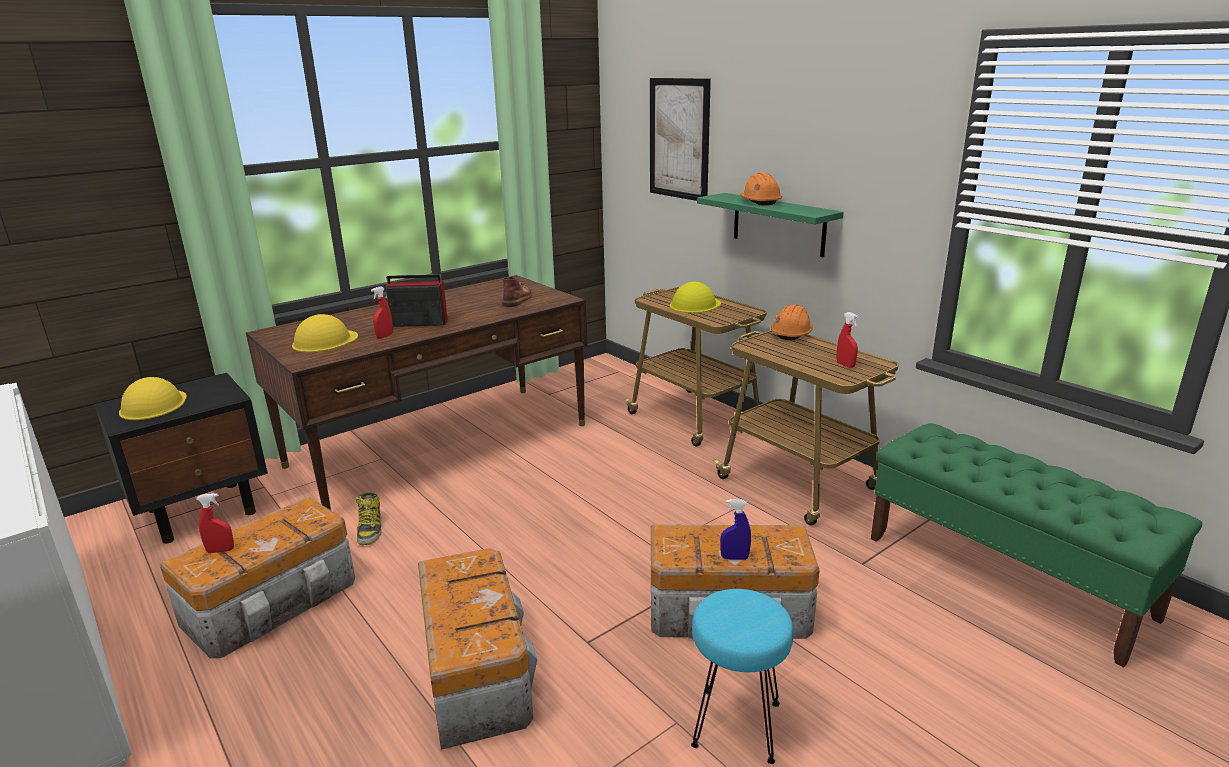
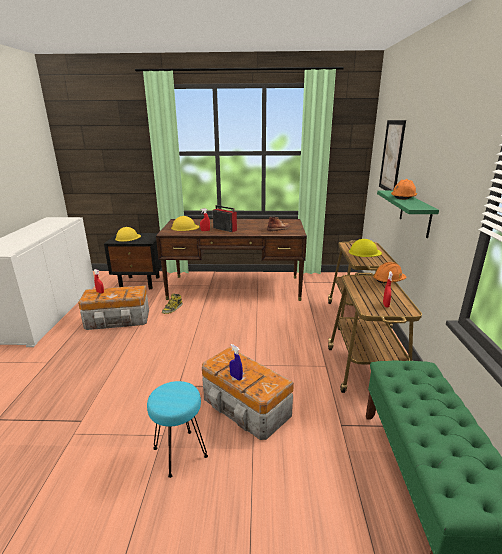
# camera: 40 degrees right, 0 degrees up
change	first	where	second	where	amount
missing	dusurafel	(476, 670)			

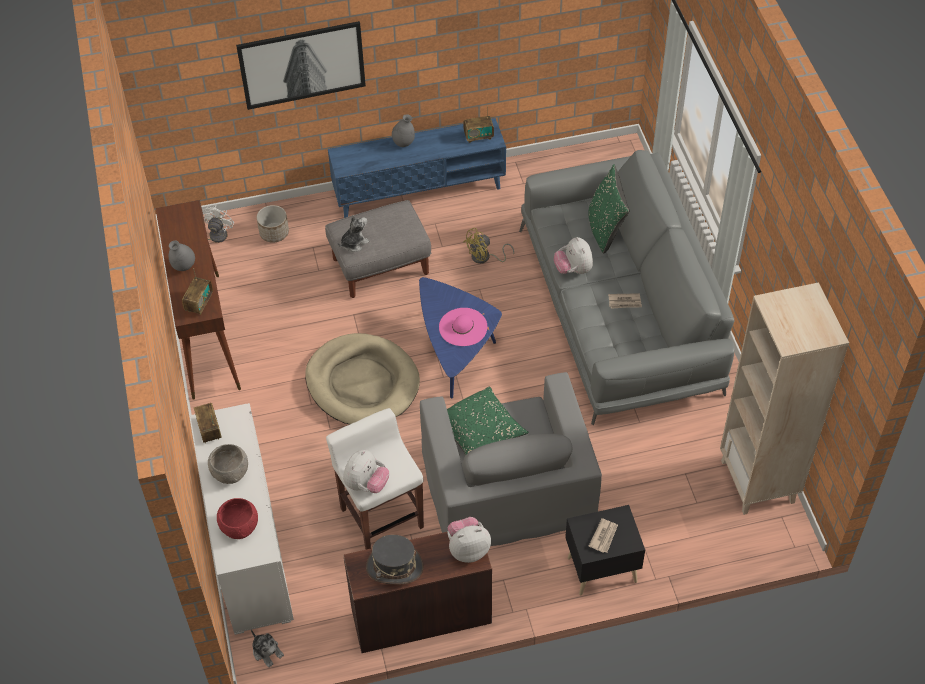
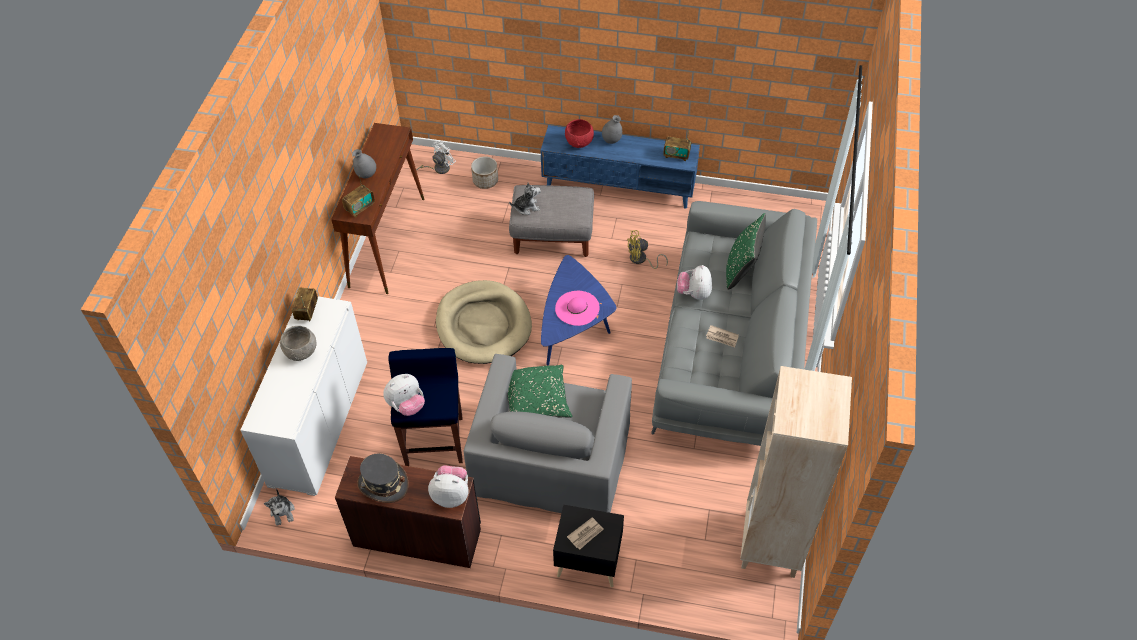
# camera: 25 degrees right, 0 degrees up
change	first	where	second	where	amount
missing	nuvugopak	(302, 64)			
colour	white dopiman	(381, 516)	blue dopiman	(434, 440)	
relocated	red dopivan	(239, 527)		(578, 142)	

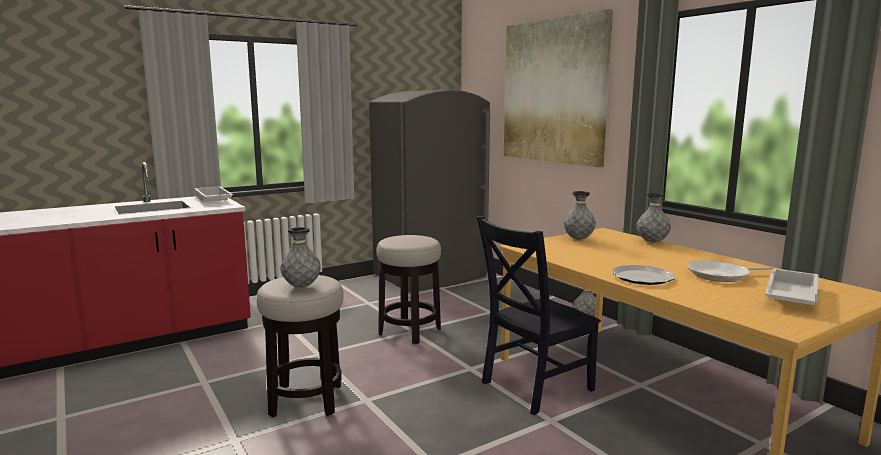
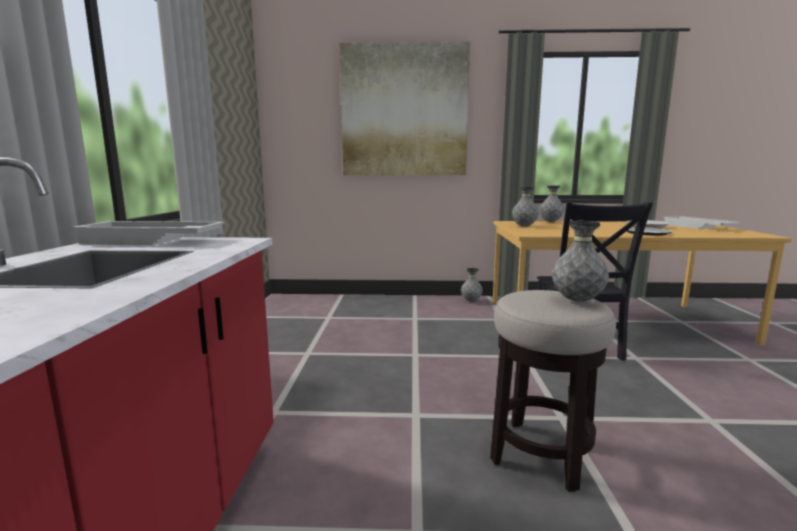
# camera: 55 degrees left, 0 degrees up
change	first	where	second	where	amount
missing	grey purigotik	(431, 277)			
missing	dopiman	(409, 331)			

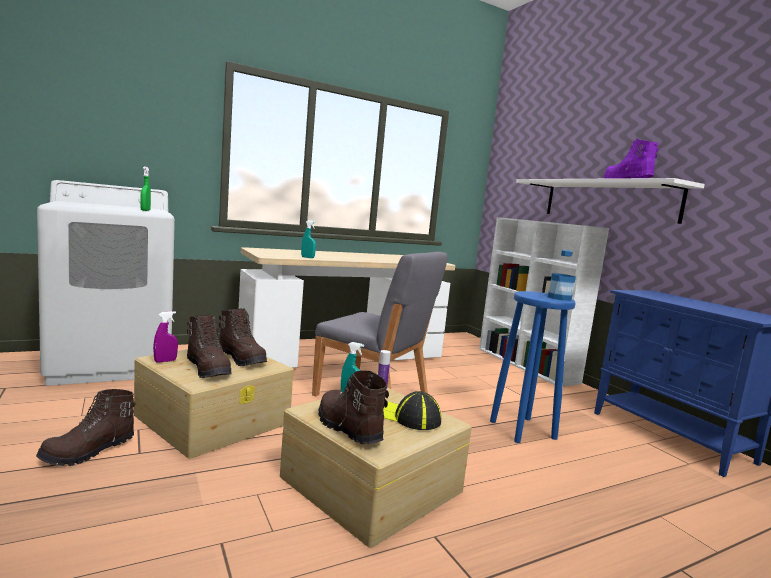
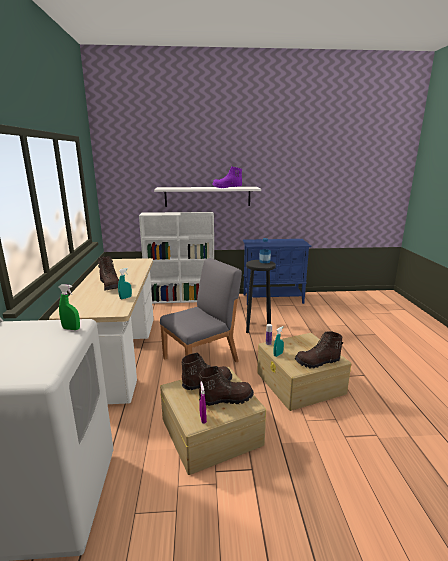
# camera: 65 degrees left, 10 degrees up
change	first	where	second	where	amount
colour	blue dopiman	(523, 430)	black dopiman	(258, 327)	
relocated	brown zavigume	(89, 452)		(110, 285)	
missing	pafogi	(407, 417)			

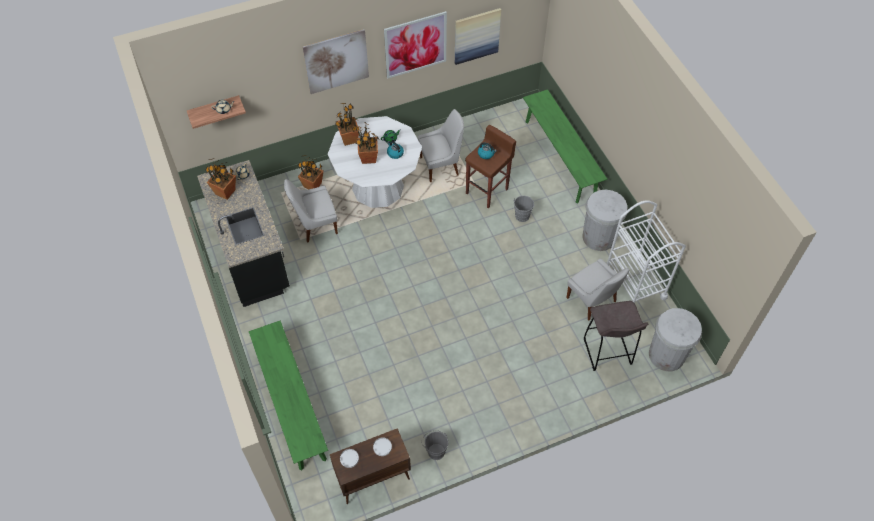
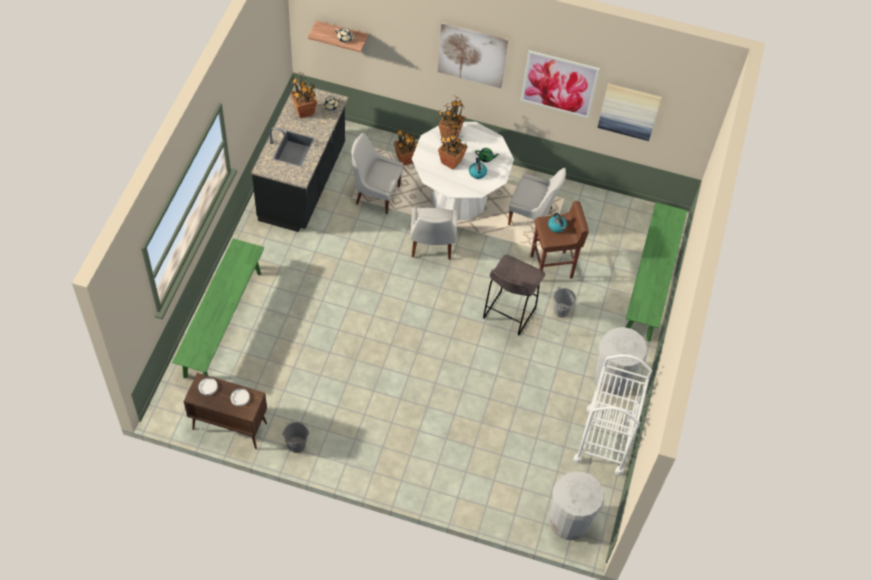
# camera: 35 degrees right, 0 degrees up
change	first	where	second	where	amount
relocated	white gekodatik	(592, 301)		(431, 246)	
relocated	grey dopiman	(607, 353)		(508, 314)	

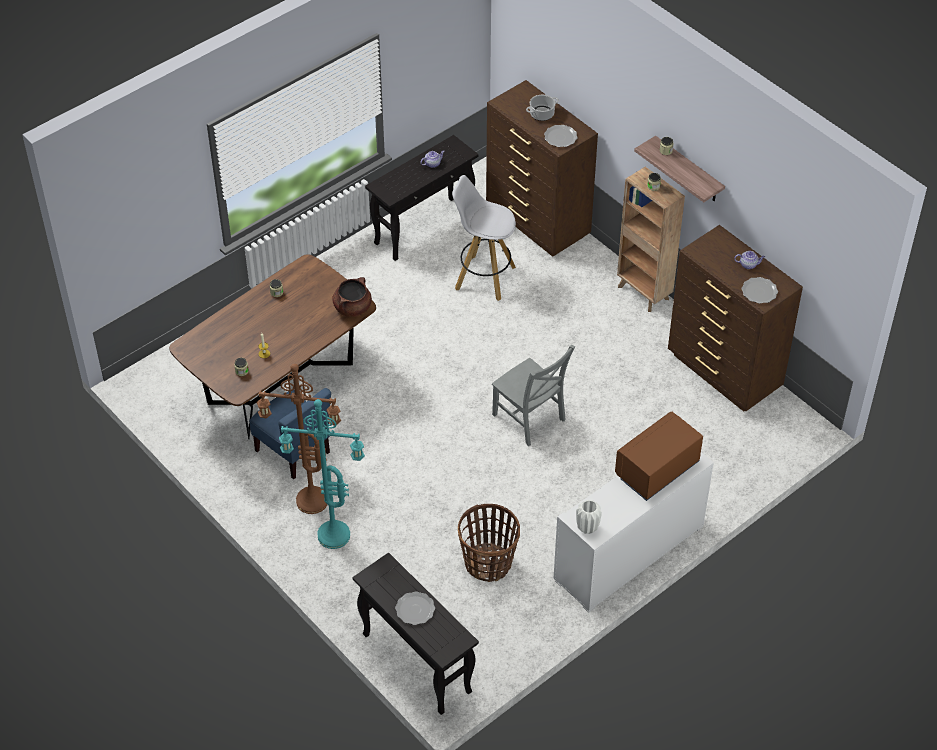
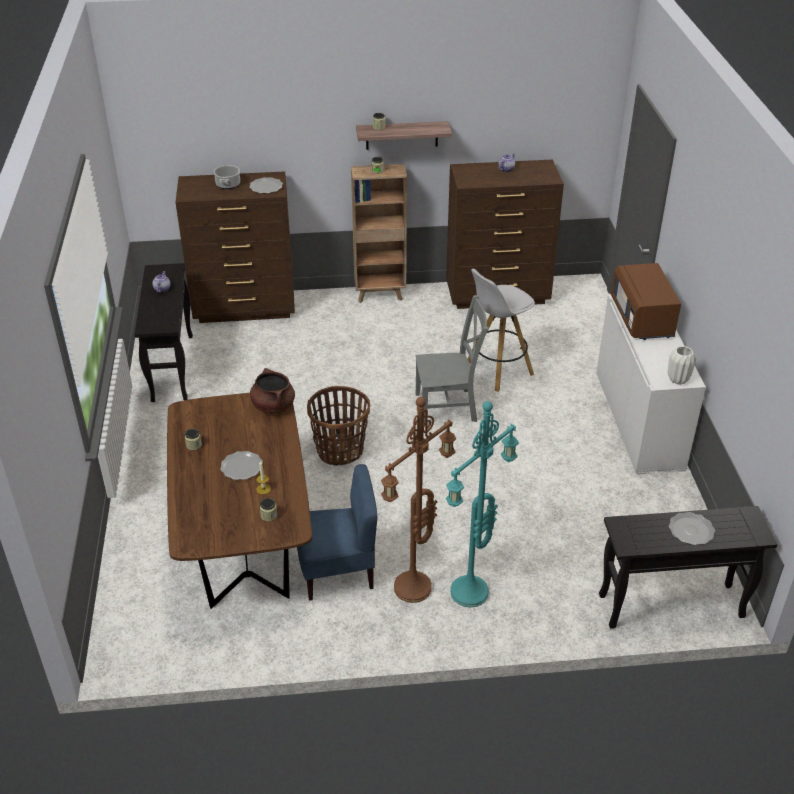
# camera: 55 degrees left, 10 degrees down
change	first	where	second	where	amount
relocated	white dopiman	(484, 277)		(497, 371)	
relocated	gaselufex	(759, 292)		(242, 467)	
relocated	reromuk	(488, 563)		(340, 451)	

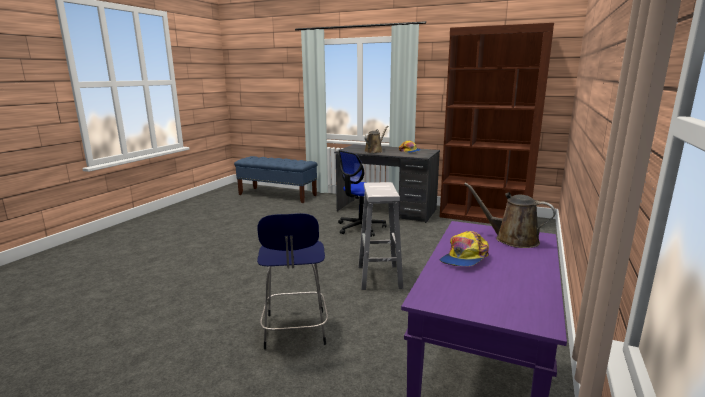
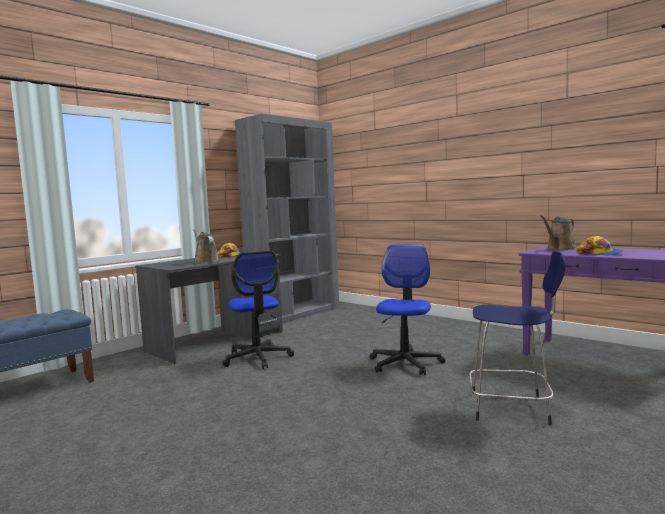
# camera: 70 degrees left, 10 degrees down
change	first	where	second	where	amount
colour	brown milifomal	(484, 217)	grey milifomal	(295, 313)	
exchanged	white dopiman	(379, 277)	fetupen	(405, 363)	

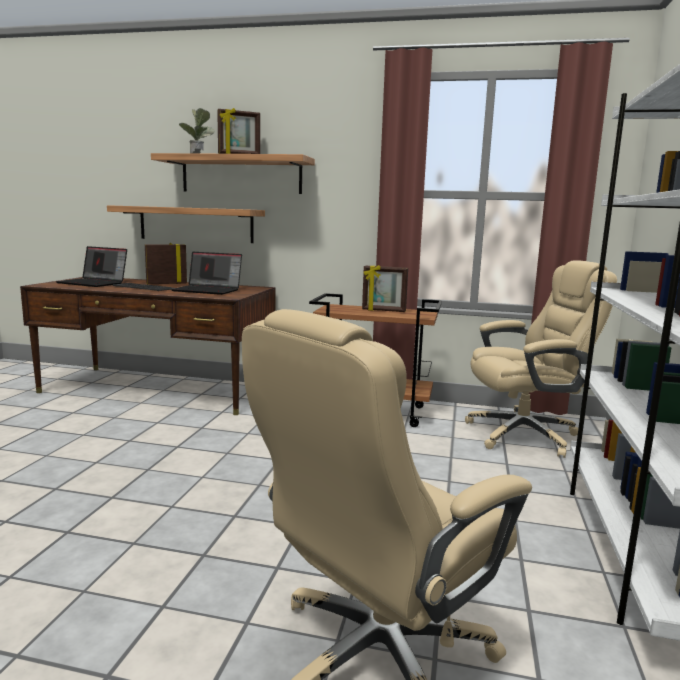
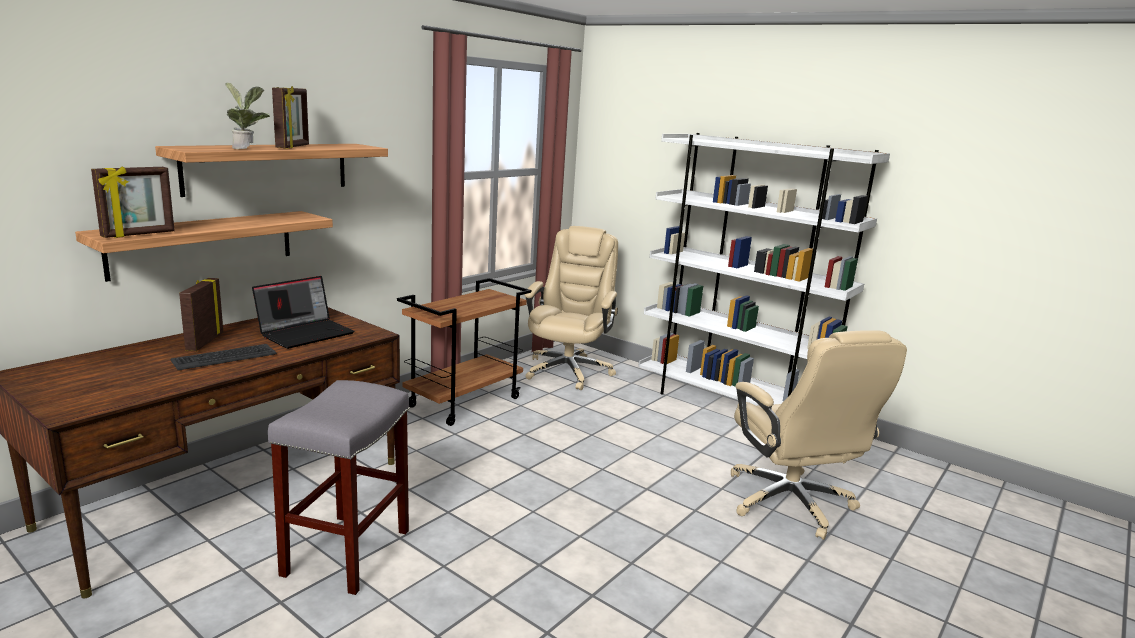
# camera: 65 degrees left, 5 degrees up
change	first	where	second	where	amount
missing	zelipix	(94, 283)			
relocated	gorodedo	(383, 311)		(139, 234)	
appeared			grey dopiman	(347, 553)	

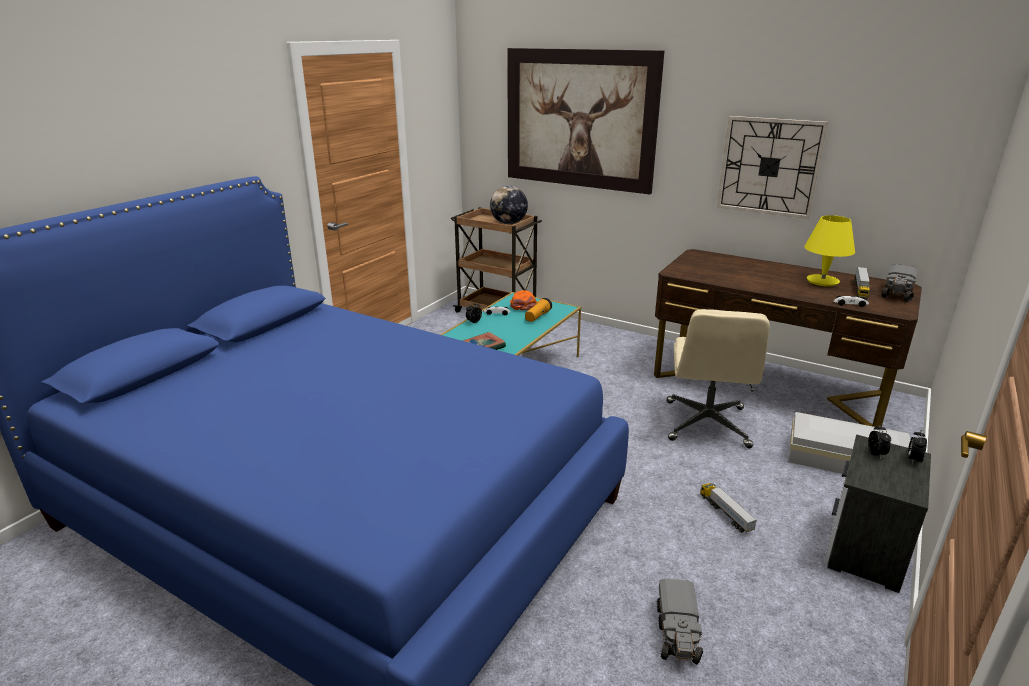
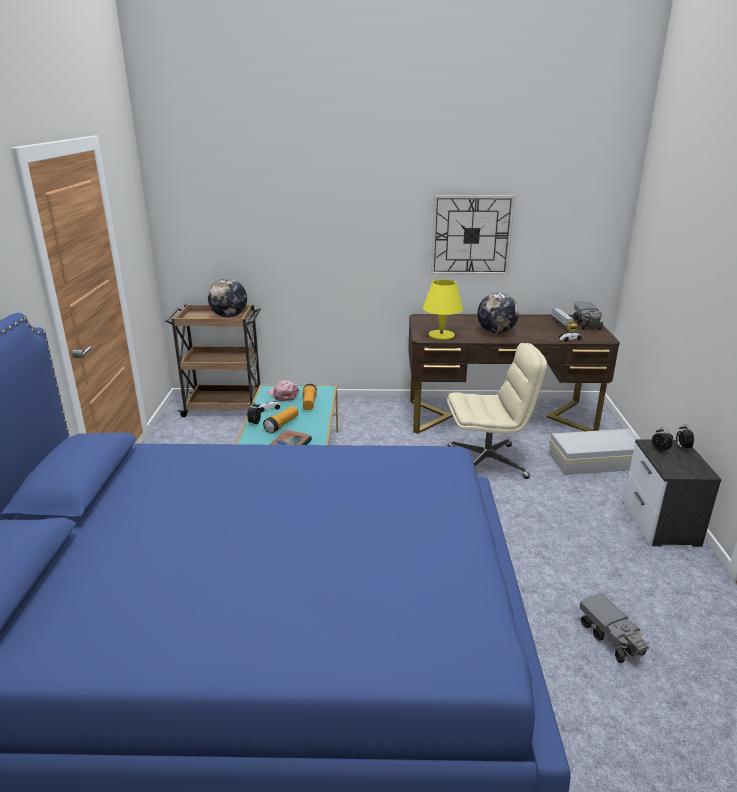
# camera: 30 degrees left, 0 degrees up
change	first	where	second	where	amount
missing	nuvugopak	(579, 119)			
relocated	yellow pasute	(822, 281)		(441, 336)	
colour	orange pafogi	(522, 305)	pink pafogi	(283, 395)	
spun	beige fetupen	(707, 425)		(487, 463)	75 degrees counterclockwise
missing	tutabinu	(725, 513)			
appeared			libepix	(496, 332)	
appeared			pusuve	(282, 425)	

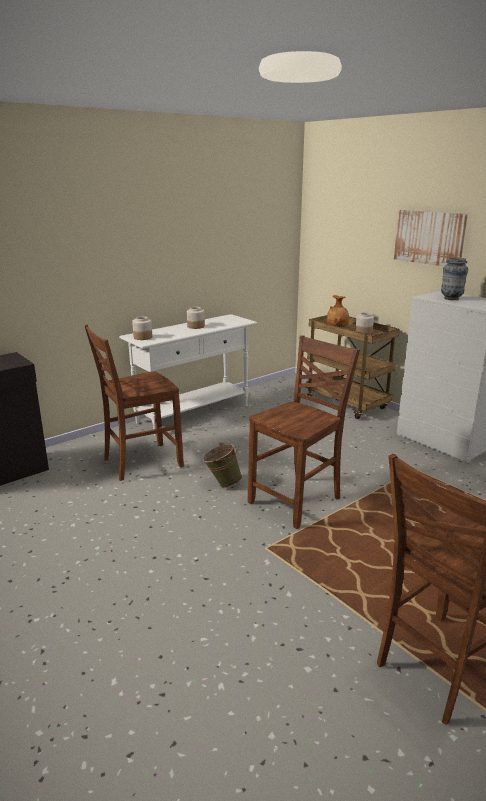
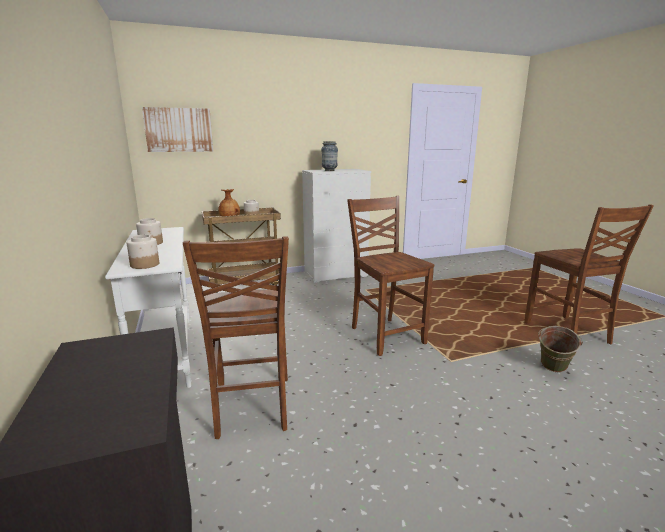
# camera: 70 degrees left, 5 degrees down
change	first	where	second	where	amount
relocated	nuvugopak	(429, 237)		(179, 130)	
relocated	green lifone	(222, 483)		(553, 370)	

